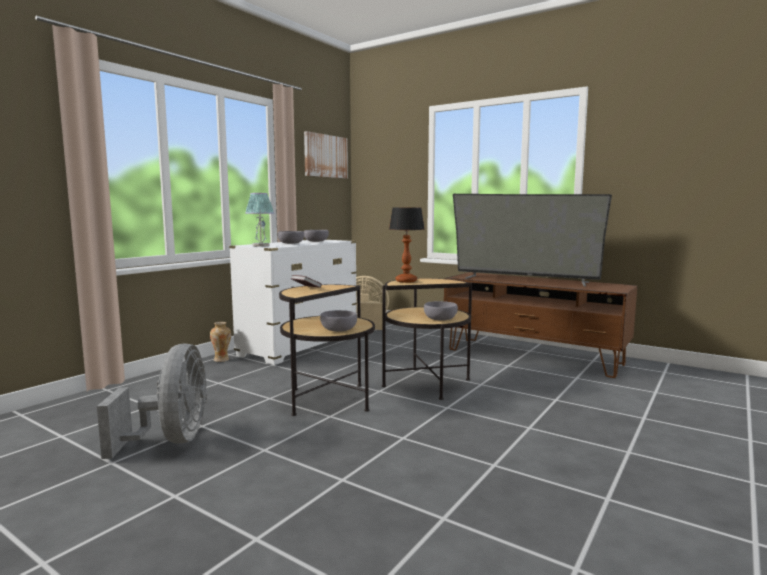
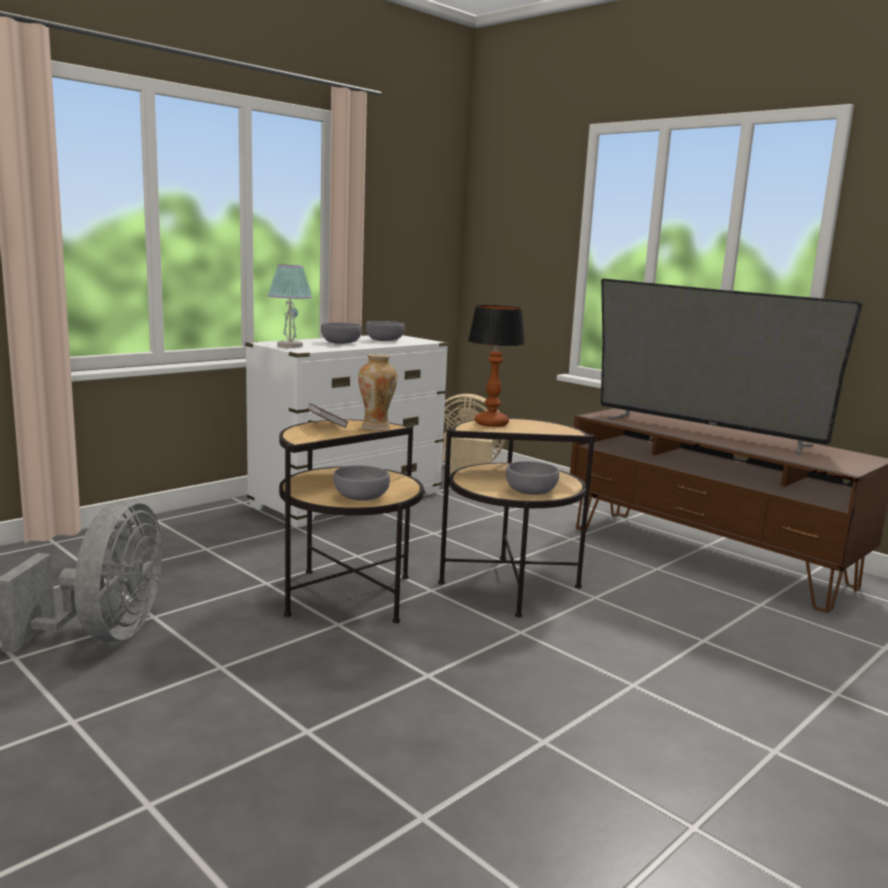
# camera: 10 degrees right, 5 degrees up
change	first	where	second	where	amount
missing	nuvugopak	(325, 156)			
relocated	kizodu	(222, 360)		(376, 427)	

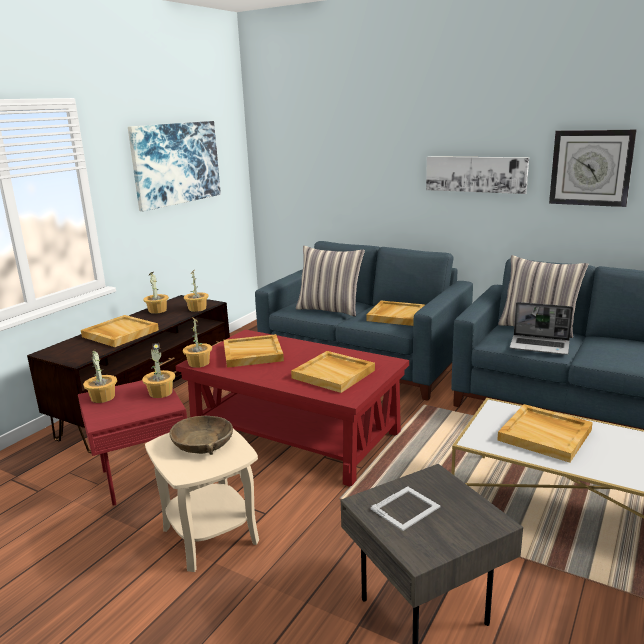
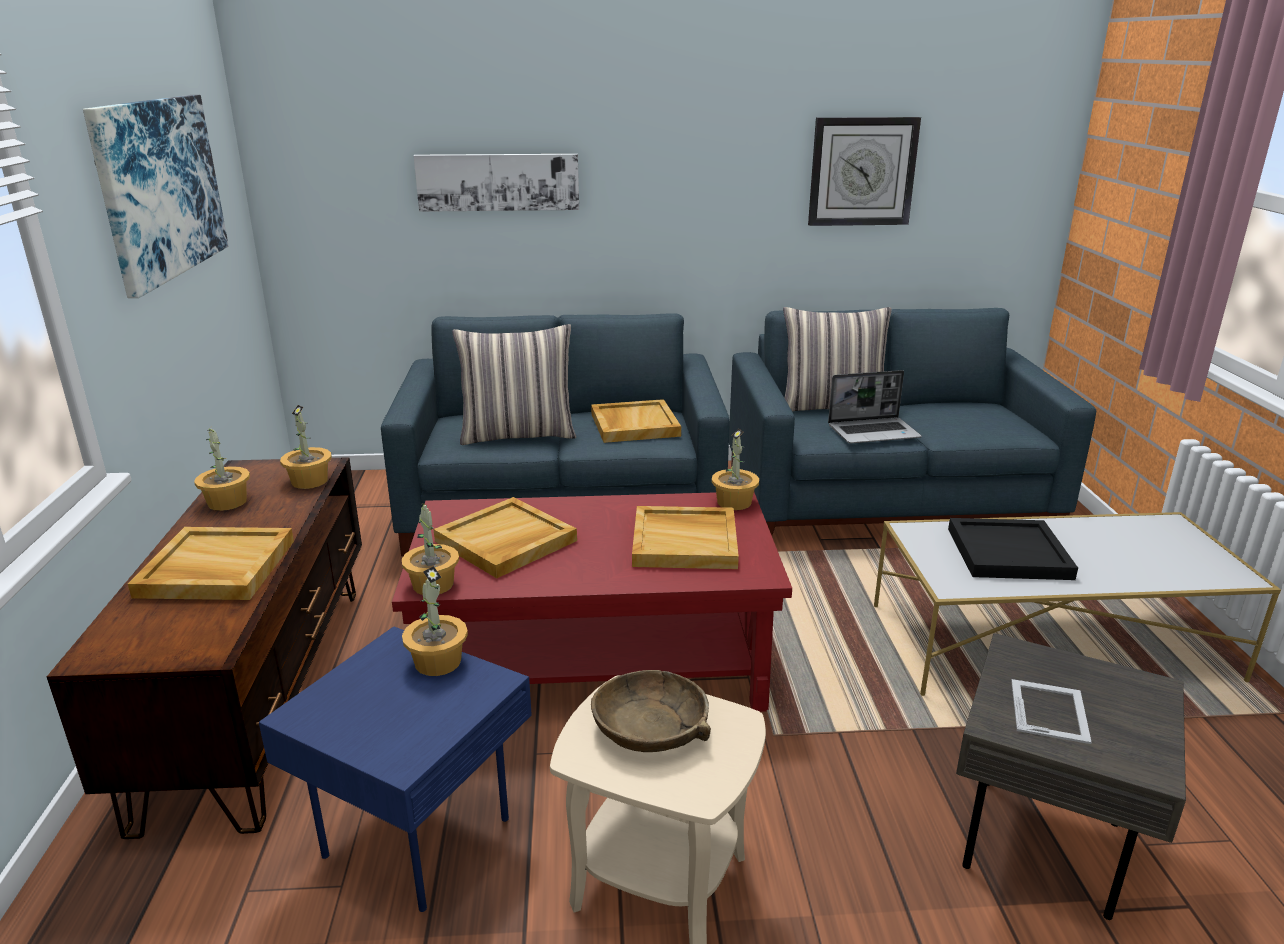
# camera: 35 degrees left, 5 degrees up
change	first	where	second	where	amount
relocated	nuvugopak	(475, 174)		(498, 182)	
relocated	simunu	(103, 397)		(734, 502)	
colour	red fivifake	(143, 476)	blue fivifake	(417, 832)	
colour	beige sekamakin	(545, 435)	black sekamakin	(1009, 553)	

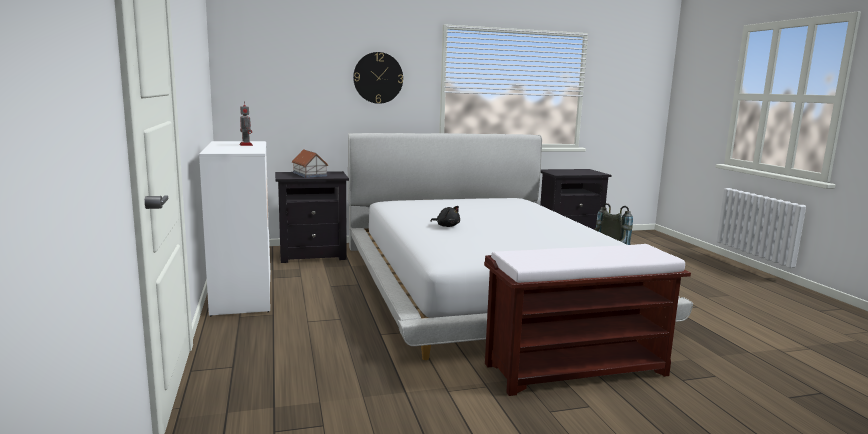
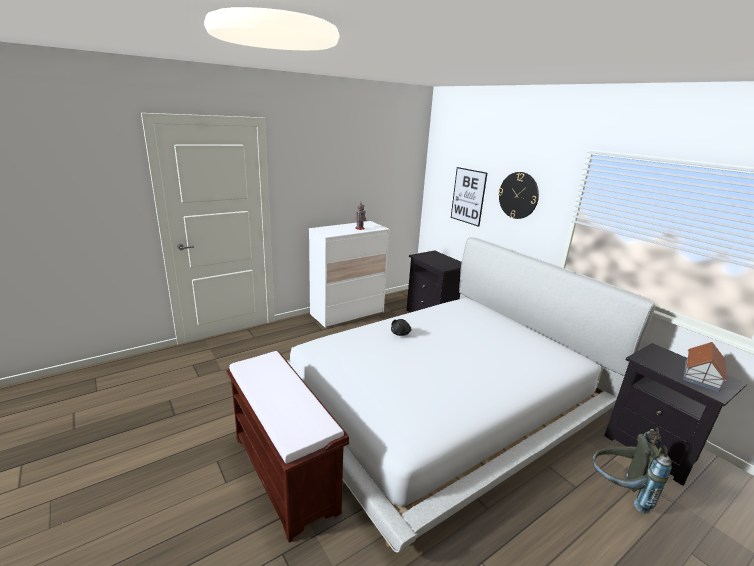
# camera: 70 degrees right, 10 degrees up
change	first	where	second	where	amount
relocated	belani	(310, 174)		(701, 375)	
appeared			nuvugopak	(468, 196)	

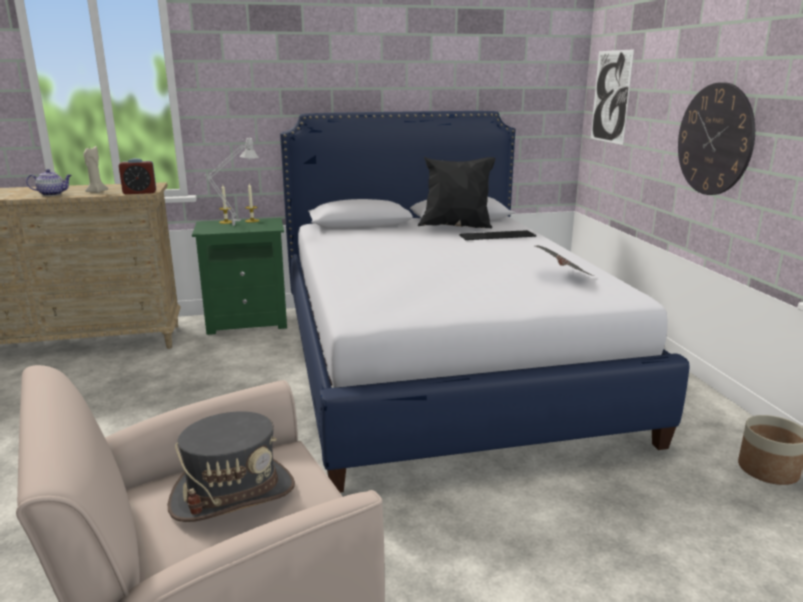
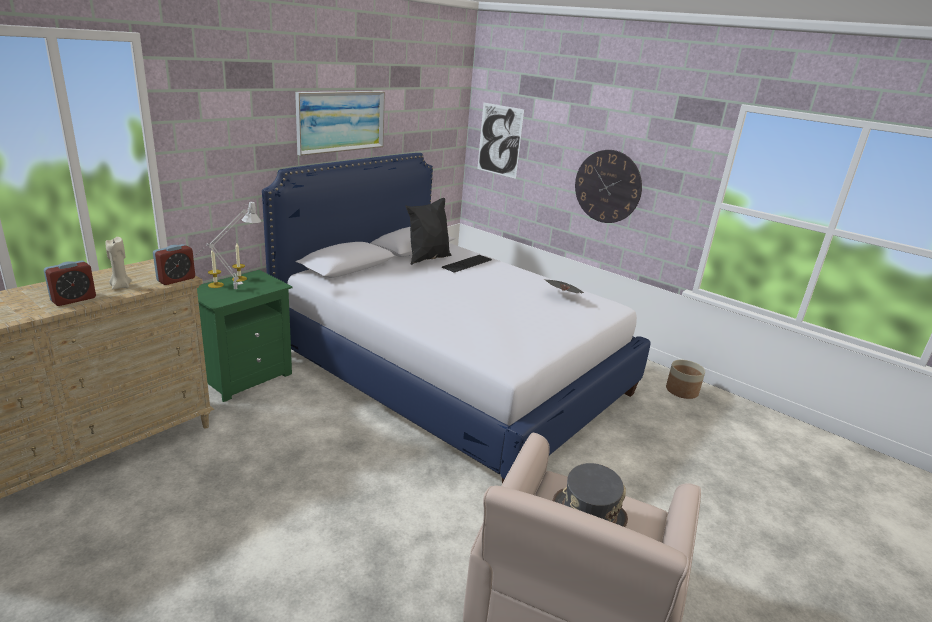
# camera: 40 degrees left, 5 degrees up
change	first	where	second	where	amount
exchanged	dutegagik	(52, 194)	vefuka	(73, 299)	
appeared			nuvugopak	(341, 121)	

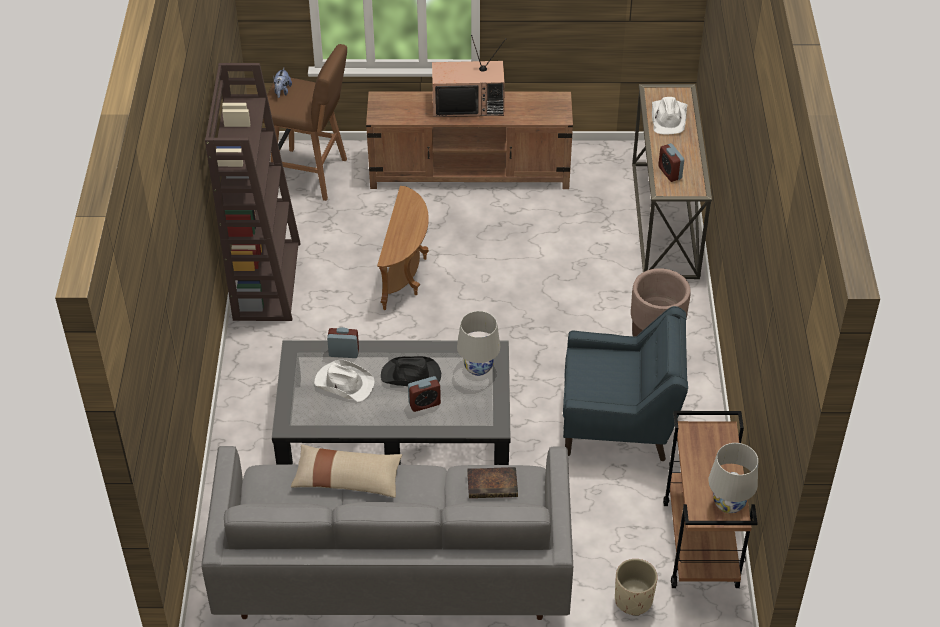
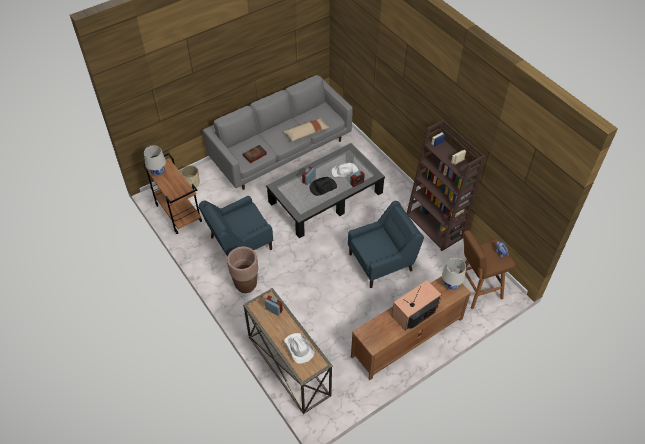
# camera: 145 degrees right, 5 degrees up
change	first	where	second	where	amount
exchanged	brown fivifake	(406, 274)	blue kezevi	(382, 262)	
relocated	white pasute	(478, 367)		(451, 285)	

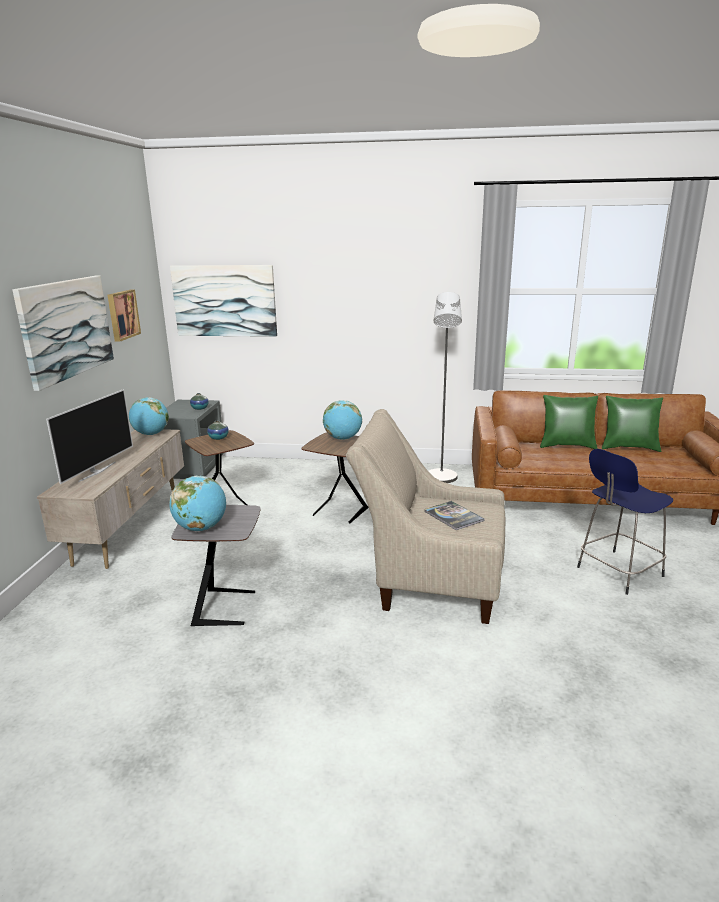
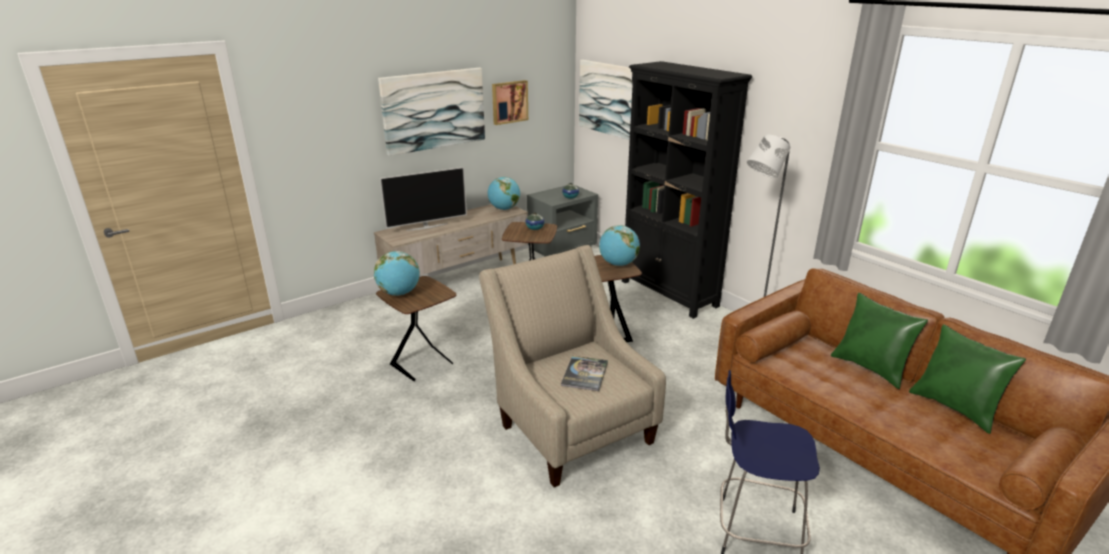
# camera: 45 degrees right, 5 degrees up
change	first	where	second	where	amount
colour	grey fivifake	(227, 607)	brown fivifake	(423, 364)	
appeared			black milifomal	(669, 294)	

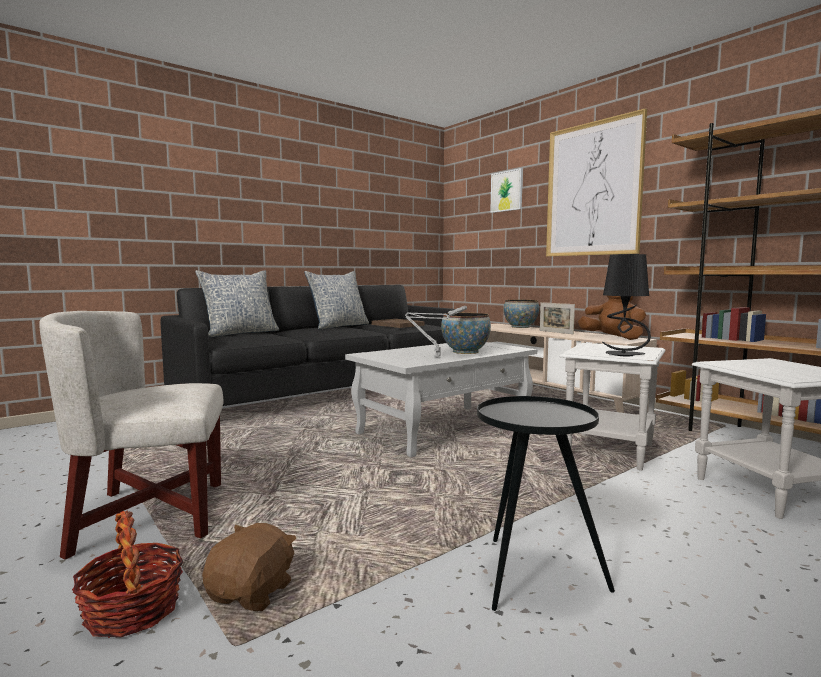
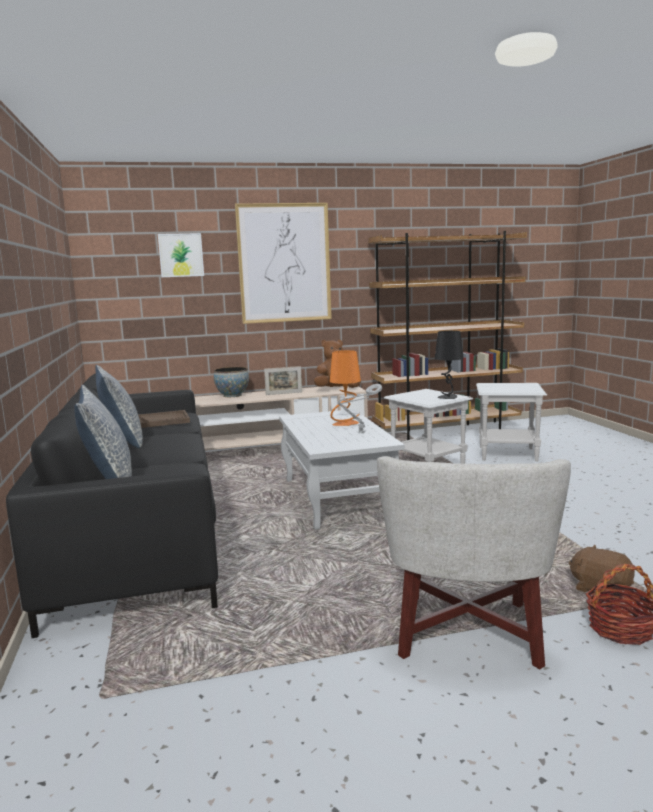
# camera: 65 degrees left, 5 degrees up
change	first	where	second	where	amount
exchanged	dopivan	(465, 352)	orange pasute	(345, 424)	
missing	black fivifake	(531, 574)			

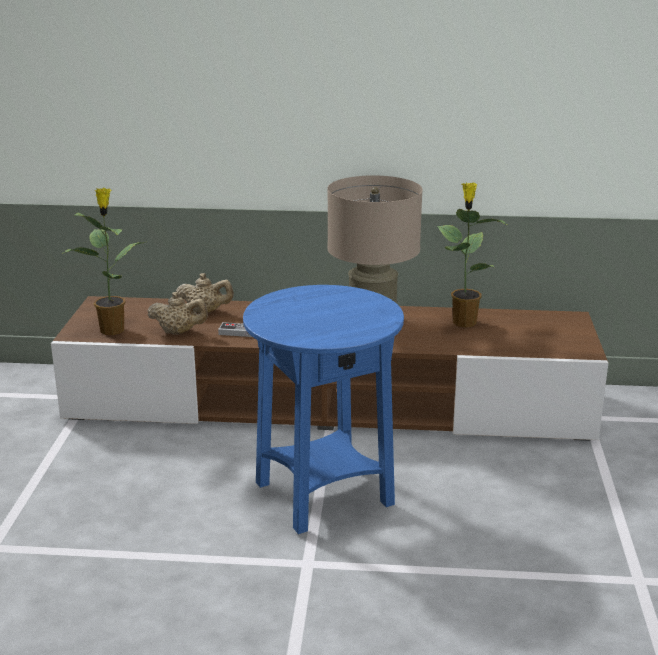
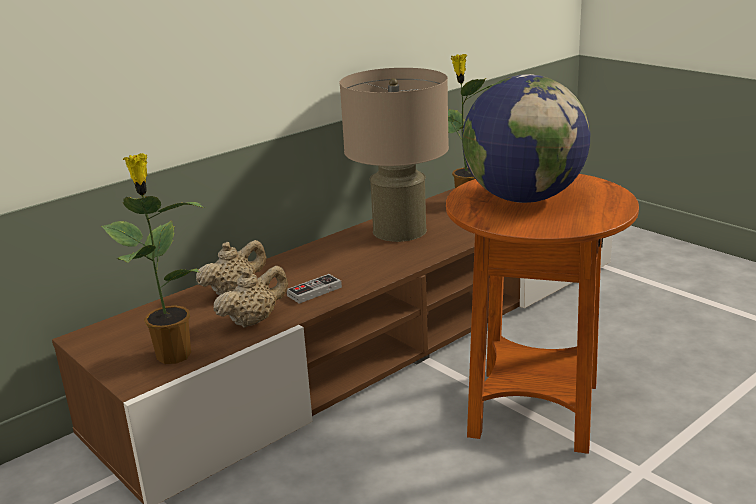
# camera: 45 degrees left, 0 degrees up
change	first	where	second	where	amount
colour	blue fivifake	(324, 494)	brown fivifake	(533, 410)	
appeared			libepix	(523, 198)	

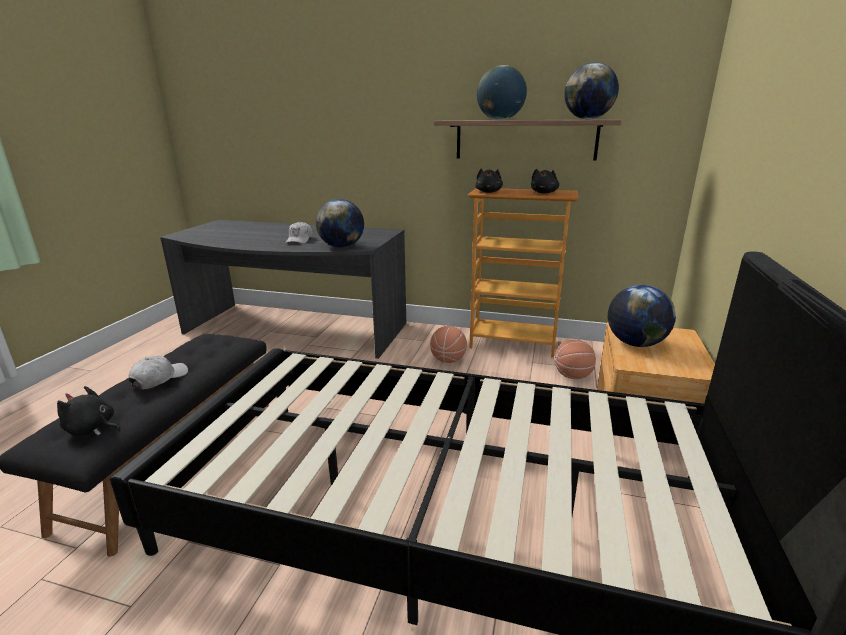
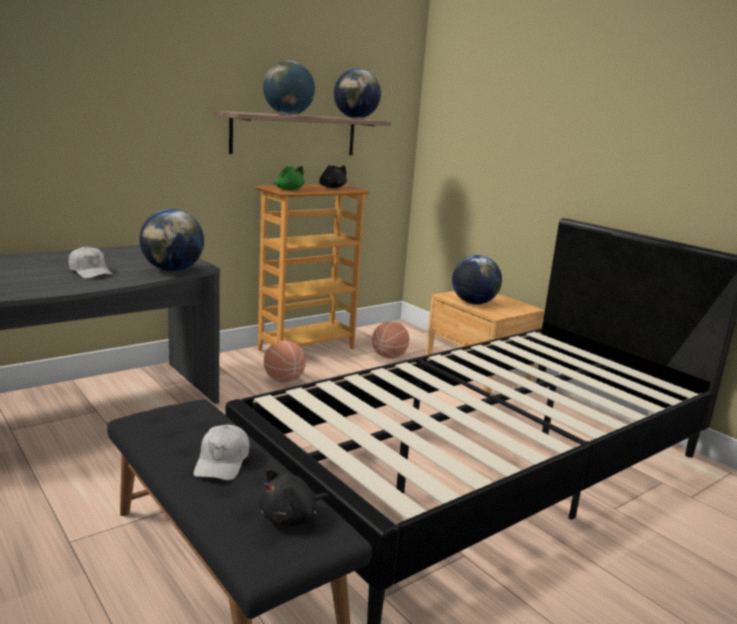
# camera: 55 degrees left, 5 degrees down
change	first	where	second	where	amount
colour	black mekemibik	(488, 192)	green mekemibik	(288, 190)	
spun	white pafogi	(159, 379)		(222, 462)	150 degrees counterclockwise

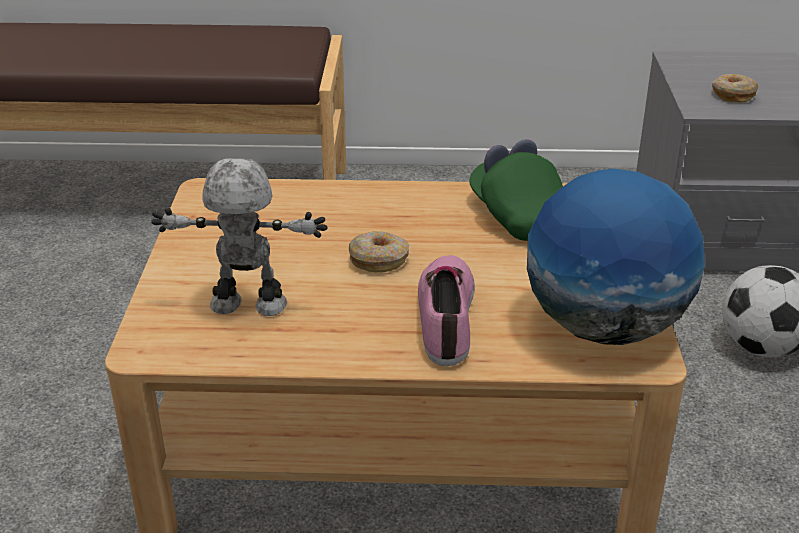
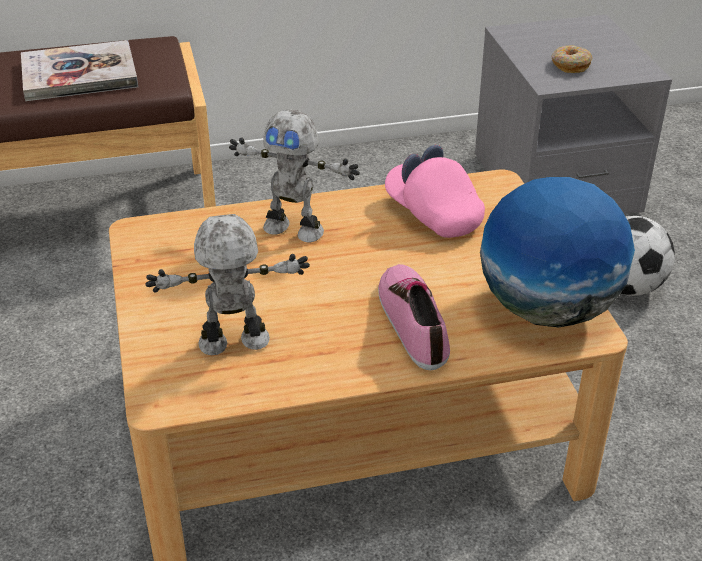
# camera: 15 degrees left, 5 degrees up
change	first	where	second	where	amount
colour	green pafogi	(517, 216)	pink pafogi	(433, 214)	
missing	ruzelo	(379, 260)			
appeared			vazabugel	(79, 74)	
appeared			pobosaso	(294, 229)	

